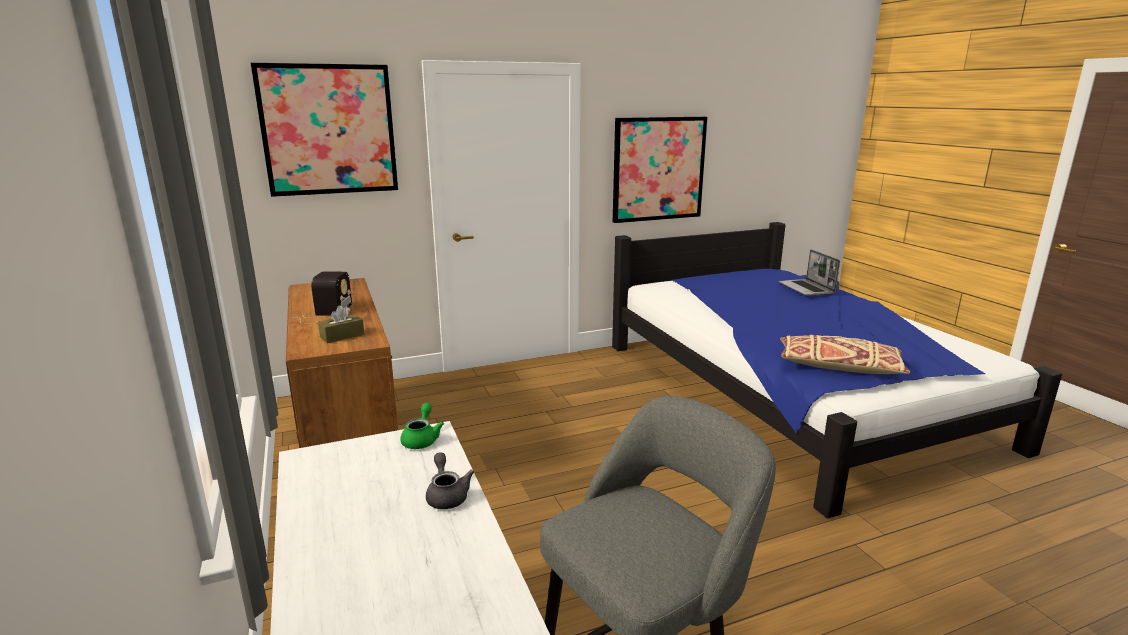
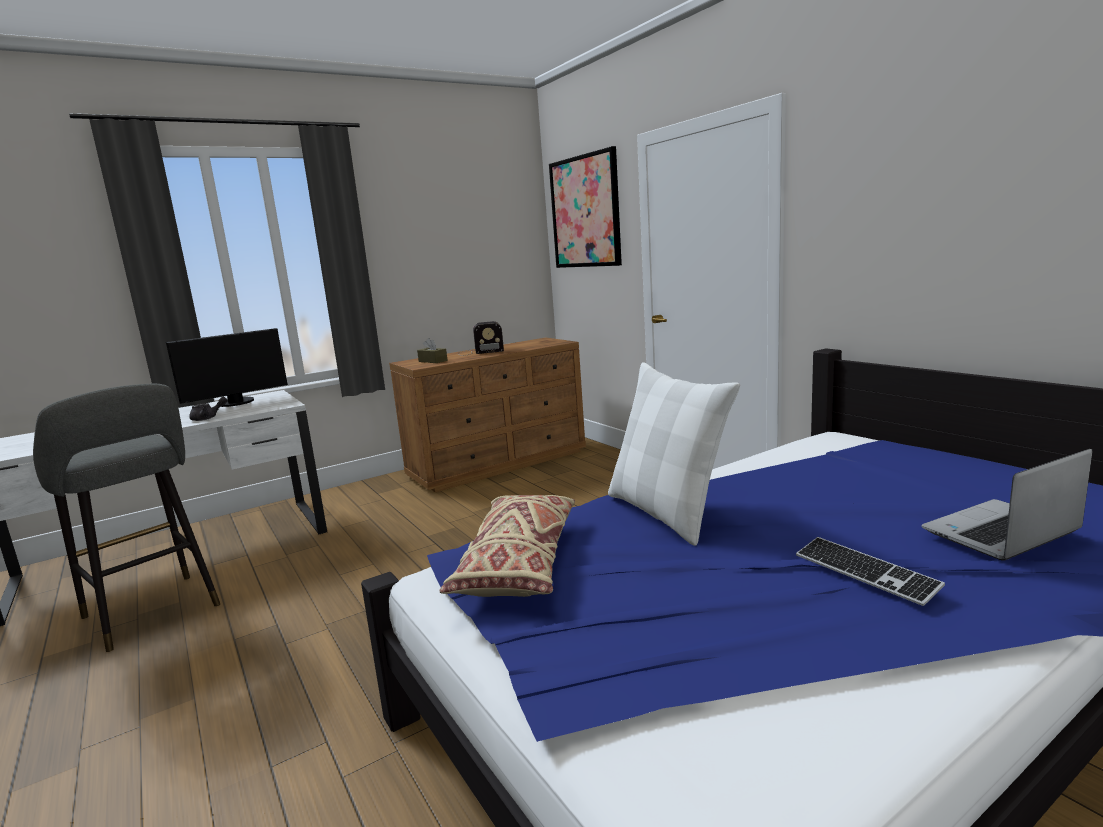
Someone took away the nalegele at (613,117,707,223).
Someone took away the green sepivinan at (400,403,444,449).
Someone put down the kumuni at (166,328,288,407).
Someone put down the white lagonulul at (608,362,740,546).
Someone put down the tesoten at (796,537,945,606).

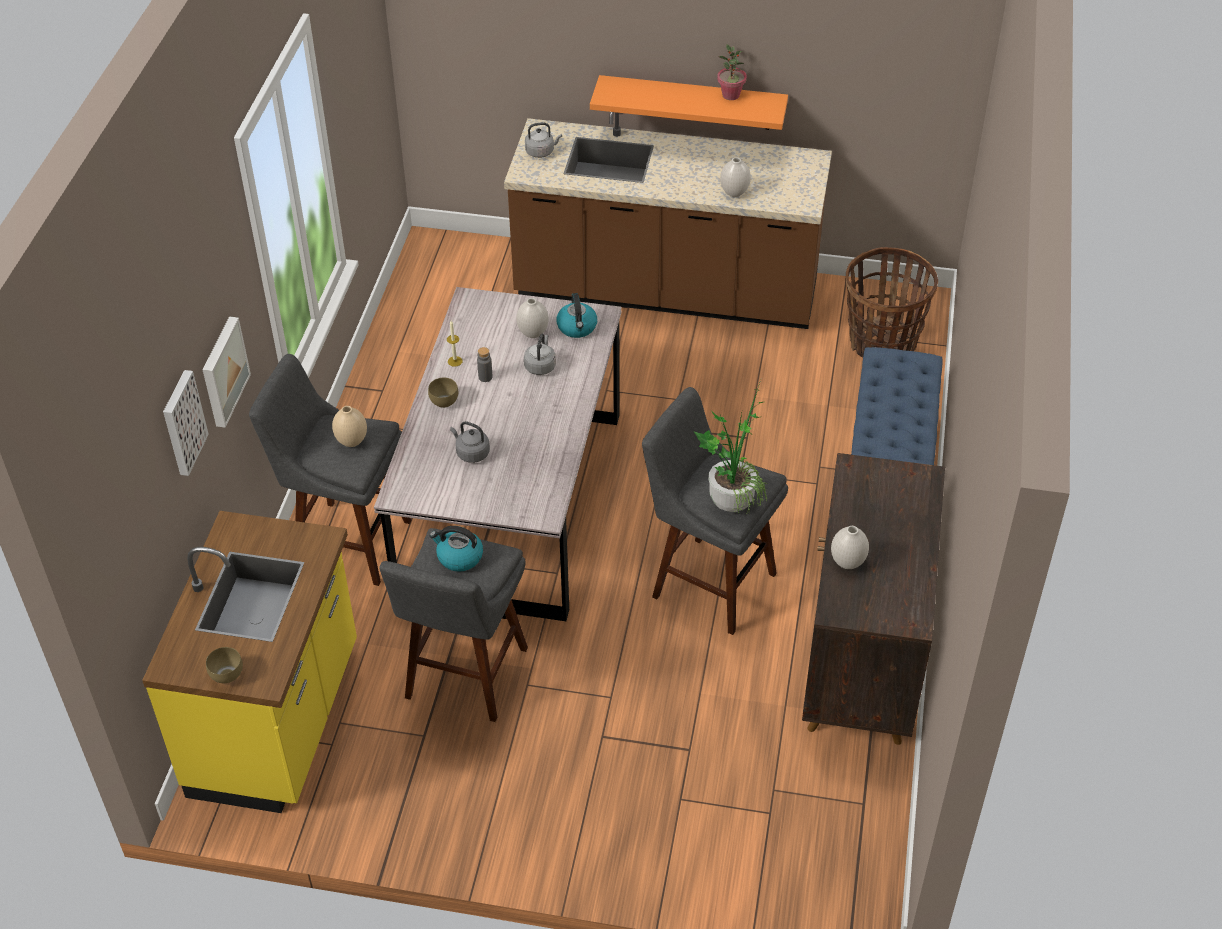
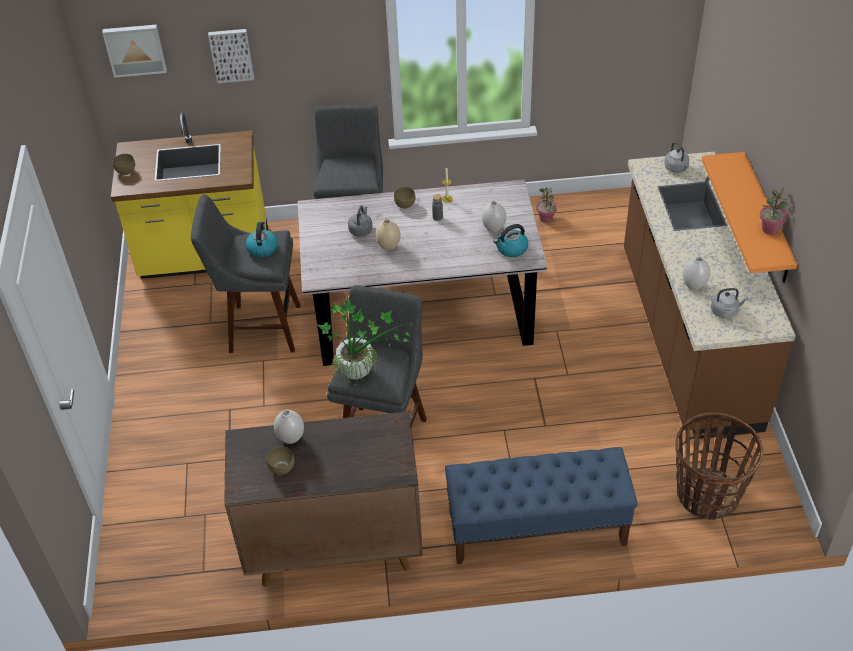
Someone carried the nalegele from (203,316,251,428) to (102,24,167,78).
Someone carried the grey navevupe from (524,334,556,375) to (711,288,748,318).
Someone carried the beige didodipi from (332,406,367,447) to (376,219,401,250).
Someone put down the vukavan at (536,187,557,223).
Someone put down the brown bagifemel at (267,446,294,475).

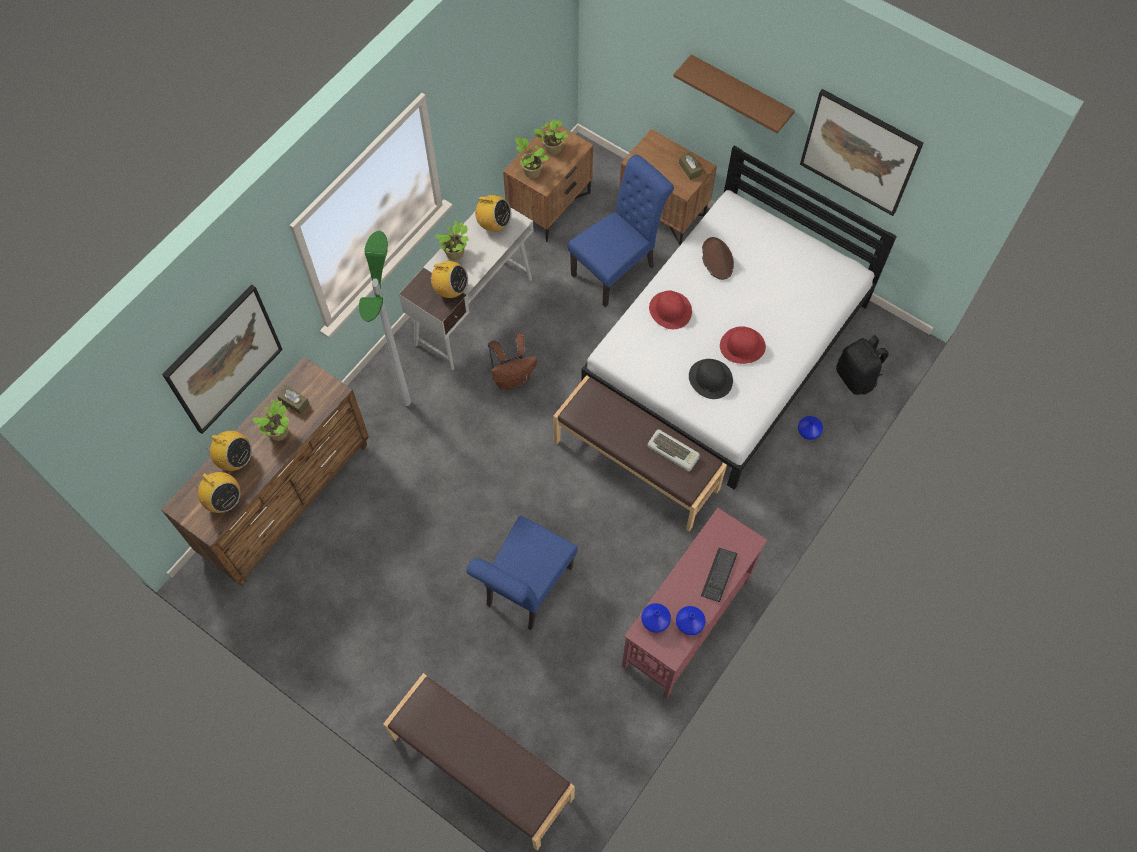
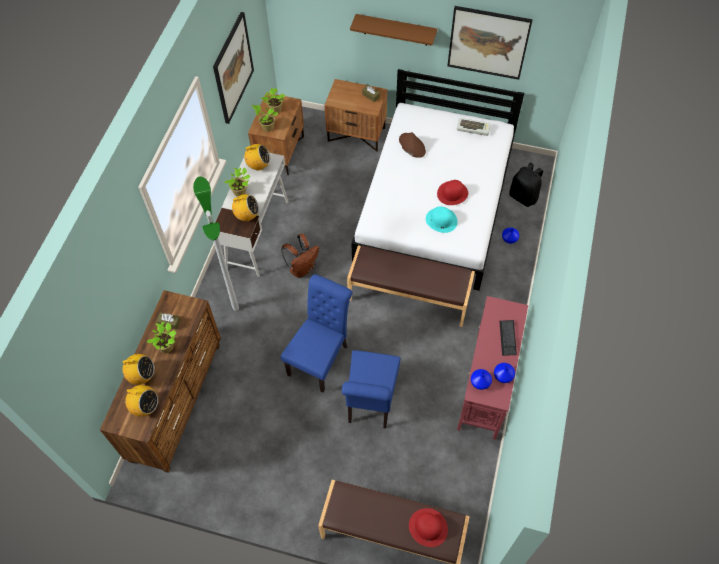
Someone carried the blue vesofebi from (567,154,674,307) to (281,274,352,392).
Someone carried the nalegele from (162,284,283,434) to (213,12,254,124).
Someone carried the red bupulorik from (649,290,692,329) to (409,508,448,547).
Someone repainted the black bupulorik at (689,359,733,399), which became the turquoise bupulorik at (426,206,458,233).
Someone carried the tesoten from (647,429,700,471) to (457,118,491,136).

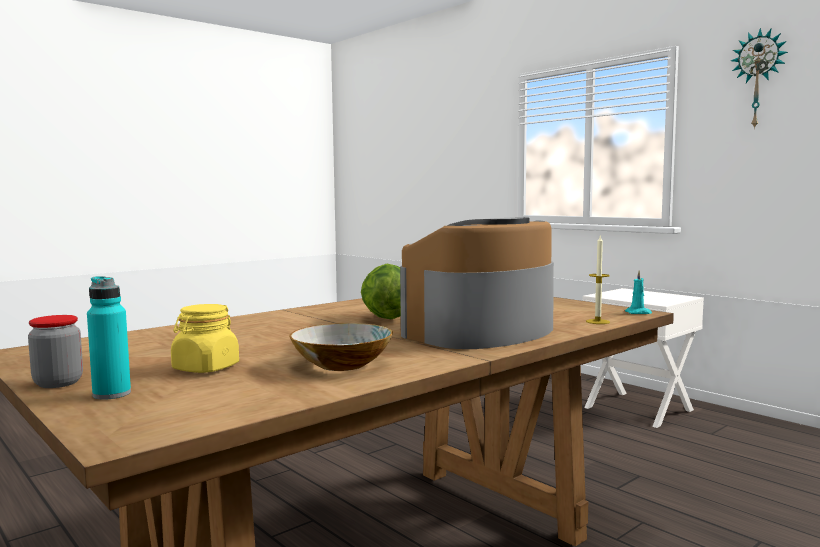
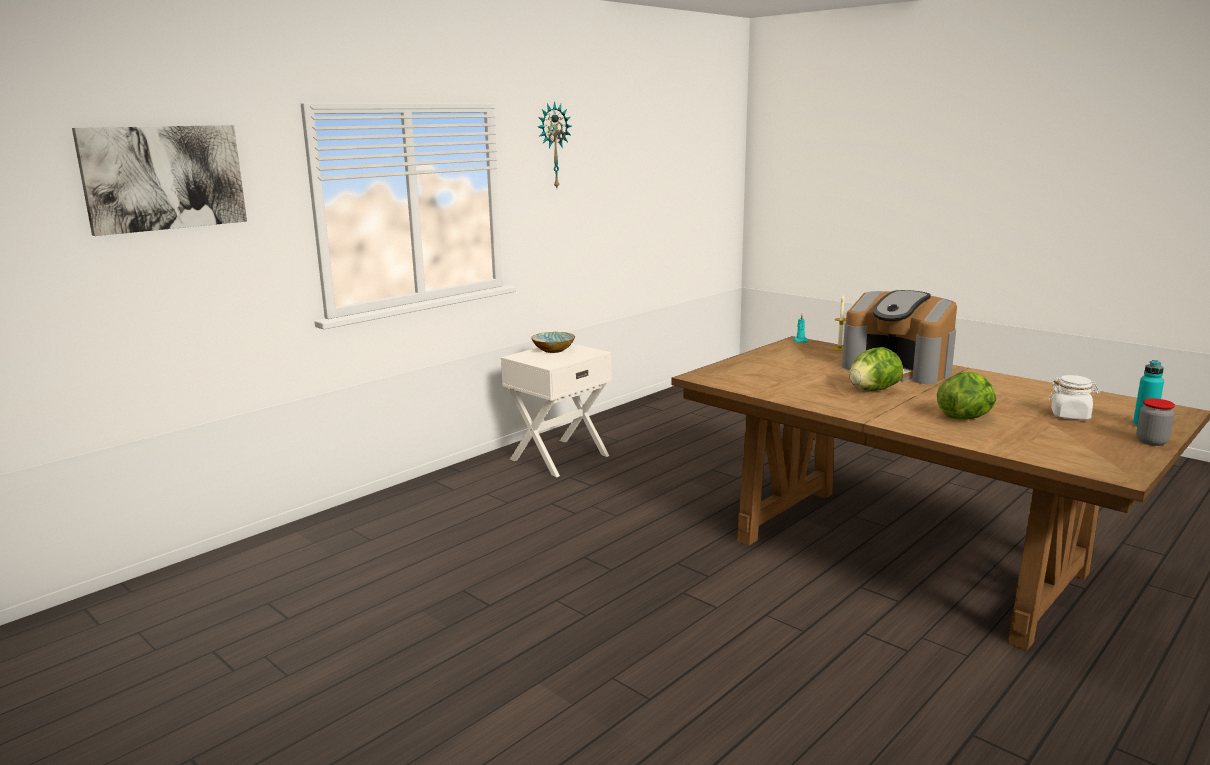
Someone repainted the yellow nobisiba at (171,304,239,373), which became the white nobisiba at (1049,375,1100,420).
Someone carried the bagifemel from (289,323,393,371) to (531,332,575,353).
Someone put up the nalegele at (72,125,247,236).
Someone put down the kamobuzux at (937,372,996,420).

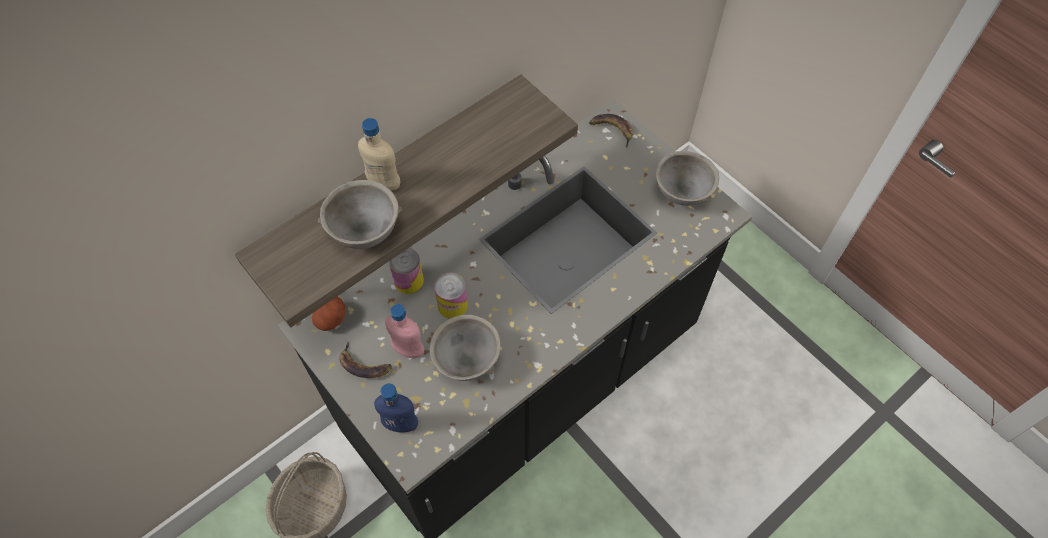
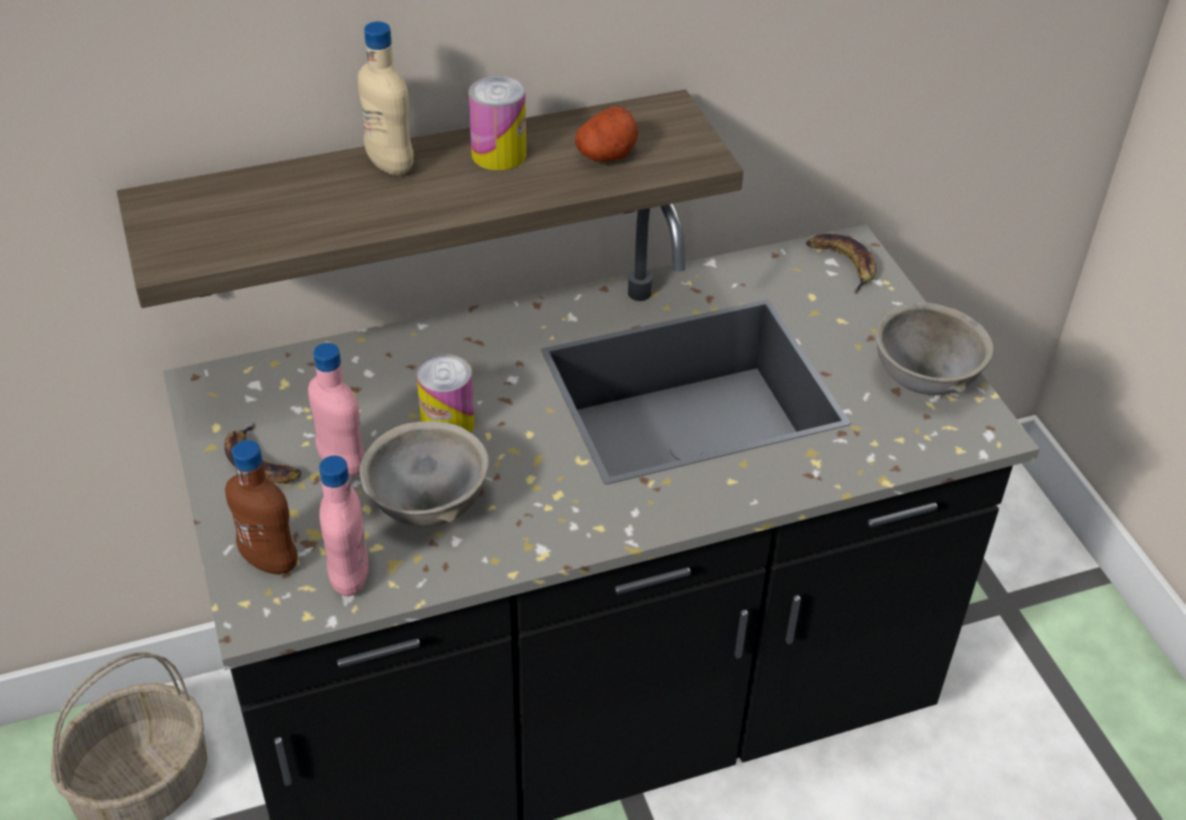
Someone took away the grey bagifemel at (318,180,402,249).
Someone carried the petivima from (389,248,424,294) to (469,76,526,170).
Someone carried the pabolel from (312,297,346,331) to (575,106,639,162).
Someone repainted the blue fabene at (374,383,418,433), which became the brown fabene at (225,440,298,575).
Someone put down the pink fabene at (319,456,368,596).

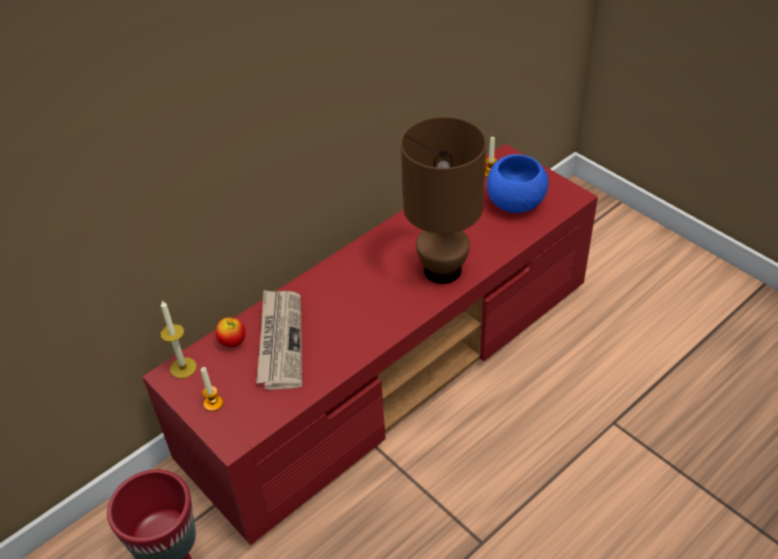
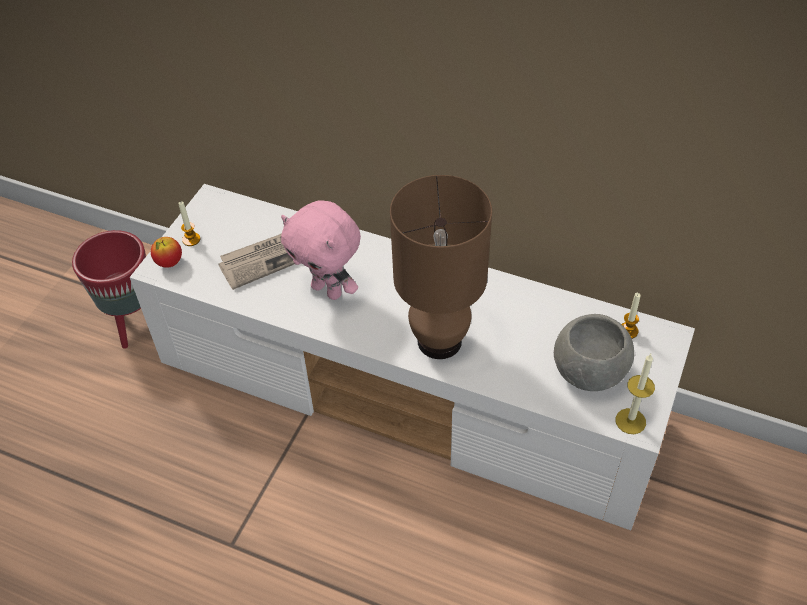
Someone repainted the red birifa at (142,144,598,545), which became the white birifa at (130,184,695,530).
Someone repainted the blue bagifemel at (487,154,548,213), which became the grey bagifemel at (554,314,634,391).
Someone carried the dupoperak from (160,301,197,378) to (615,354,655,434).
Someone carried the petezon from (215,318,246,347) to (151,237,182,268).
Someone put down the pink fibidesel at (281,200,361,300).

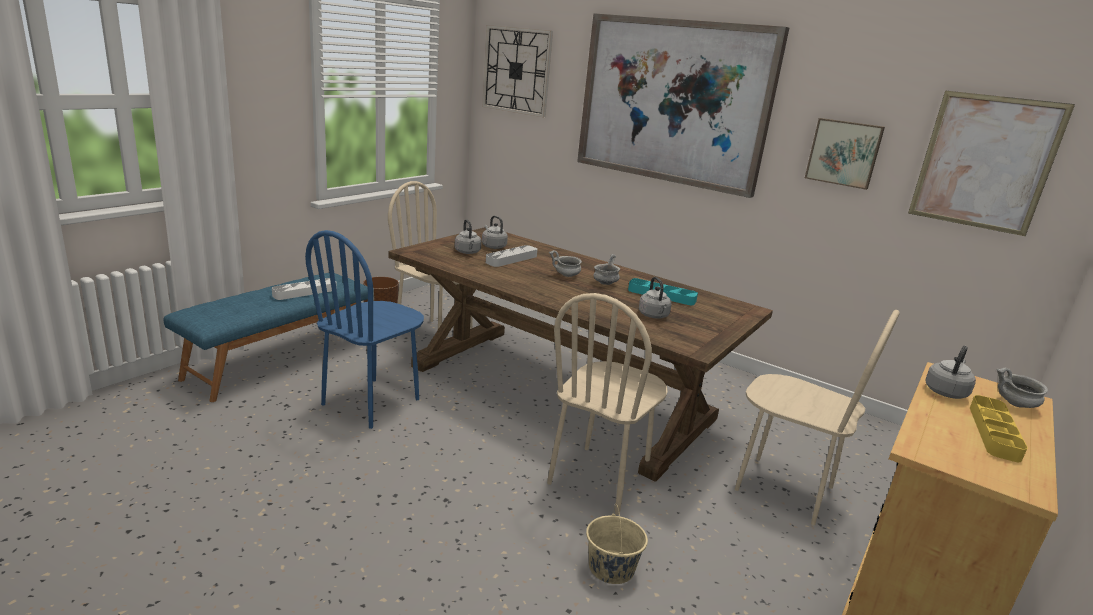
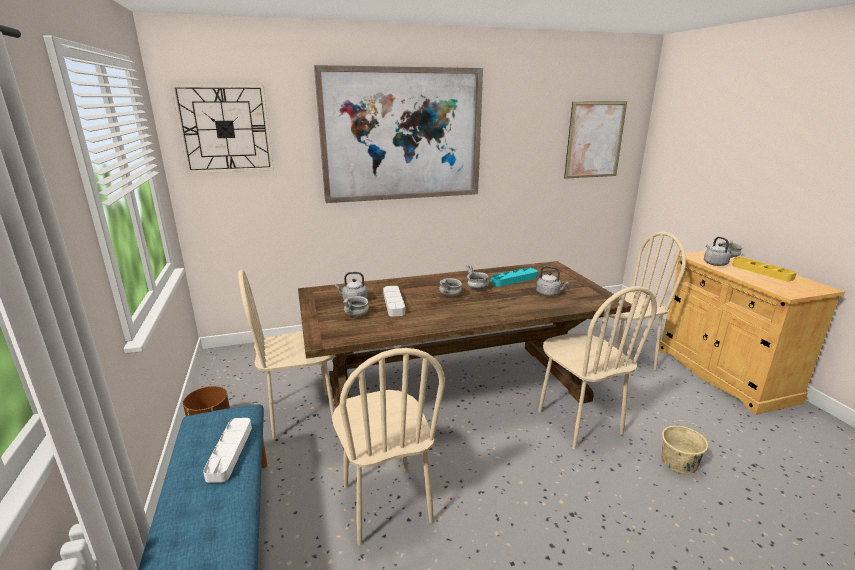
Someone took away the nalegele at (805,118,885,190).
Someone swapped the grey navevupe at (455,219,481,254) for the grey bagifemel at (343,296,369,317).
Someone repainted the blue vesofebi at (305,230,424,429), which became the beige vesofebi at (332,348,445,546).

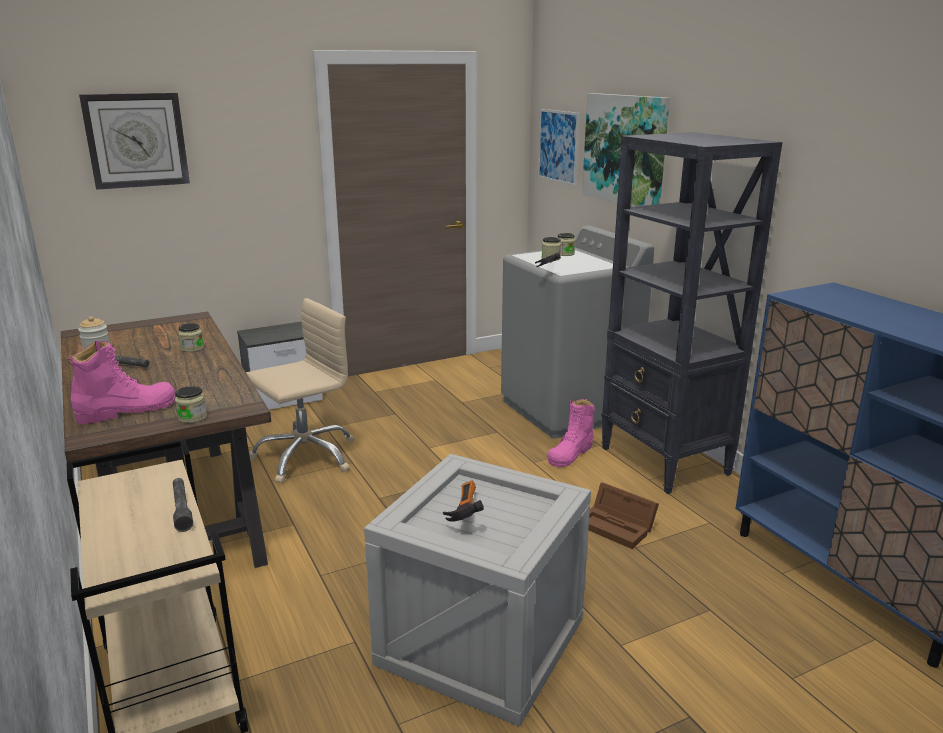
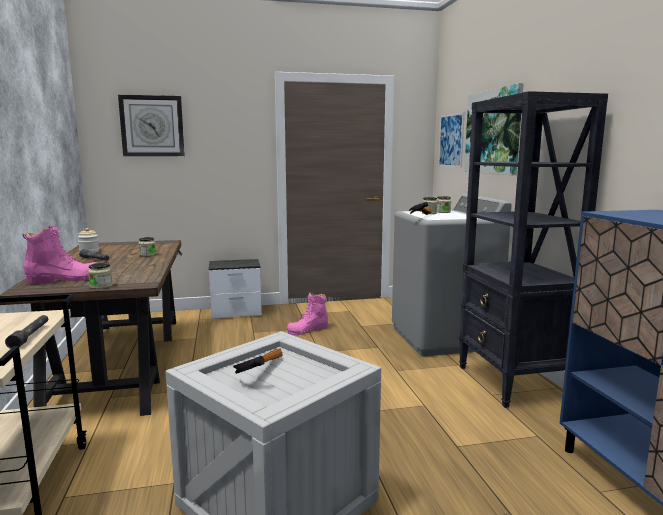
Someone took away the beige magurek at (246,298,354,484).
Someone carried the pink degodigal from (547,399,595,467) to (287,292,328,335).
Someone took away the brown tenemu at (588,483,659,549).

